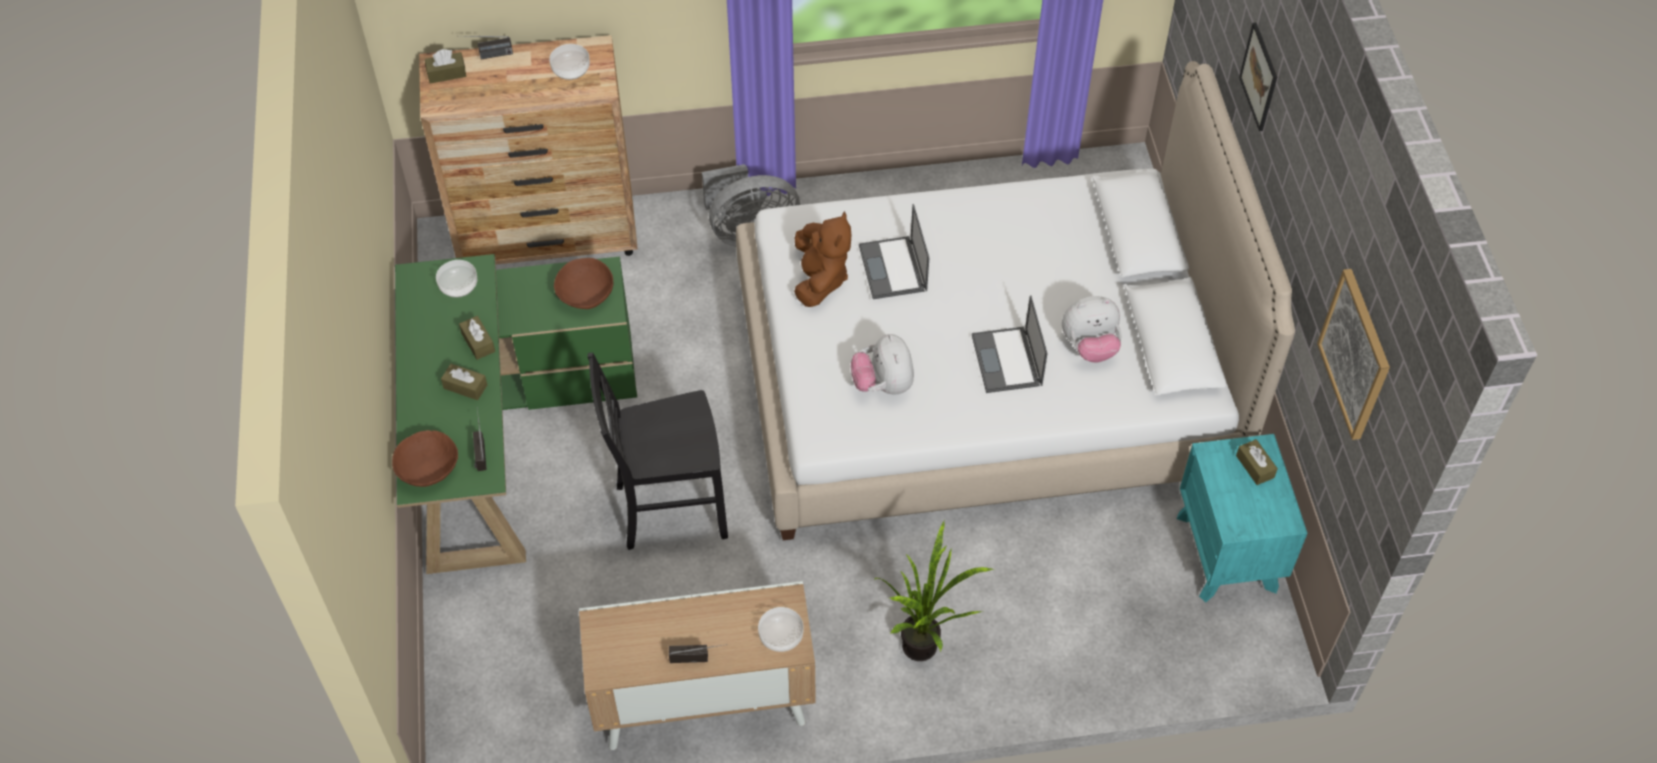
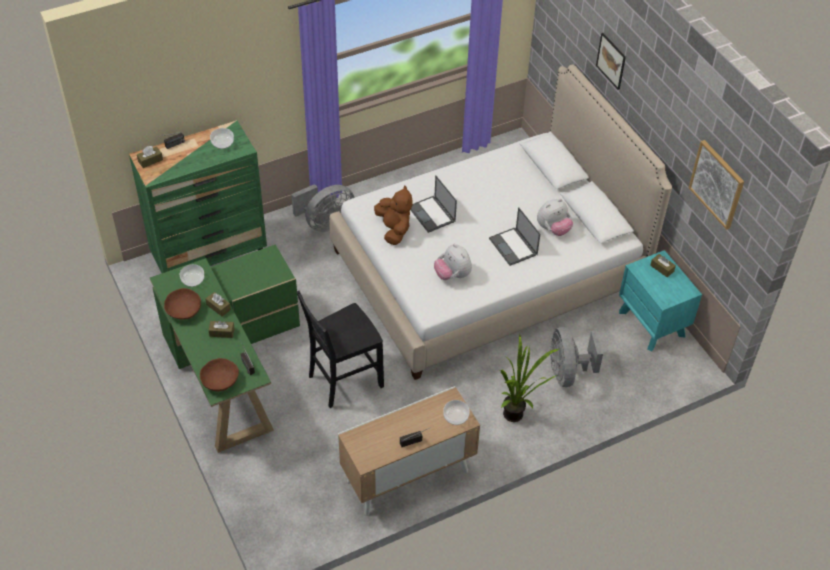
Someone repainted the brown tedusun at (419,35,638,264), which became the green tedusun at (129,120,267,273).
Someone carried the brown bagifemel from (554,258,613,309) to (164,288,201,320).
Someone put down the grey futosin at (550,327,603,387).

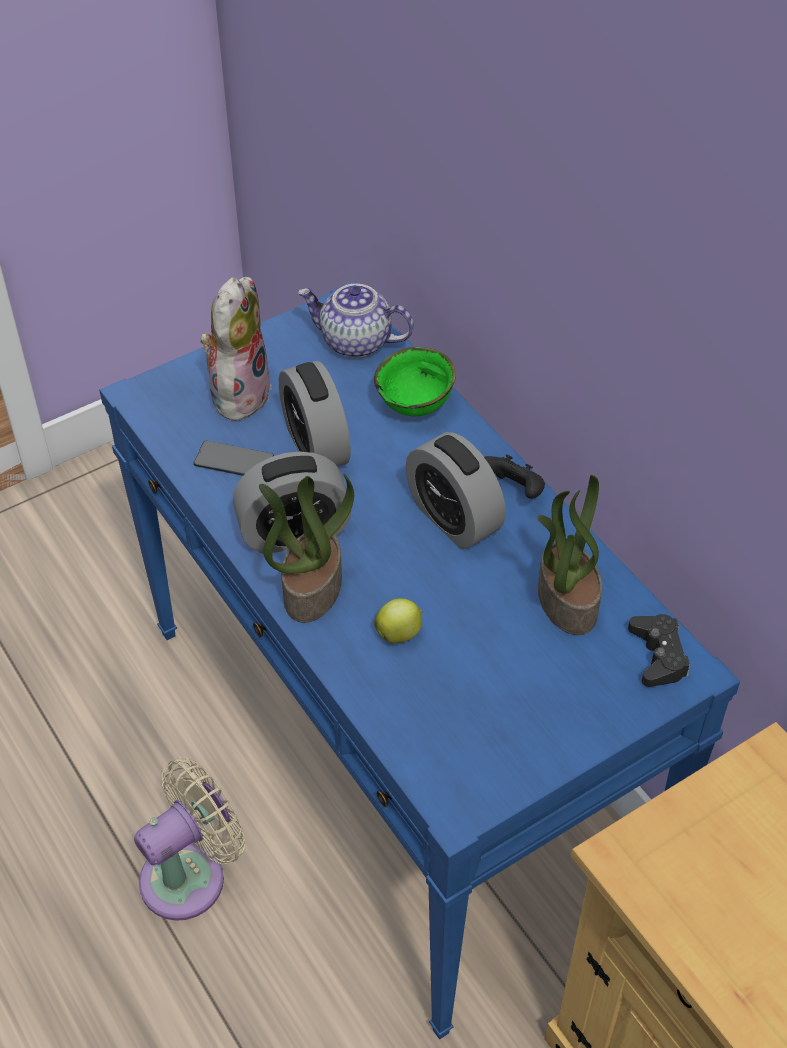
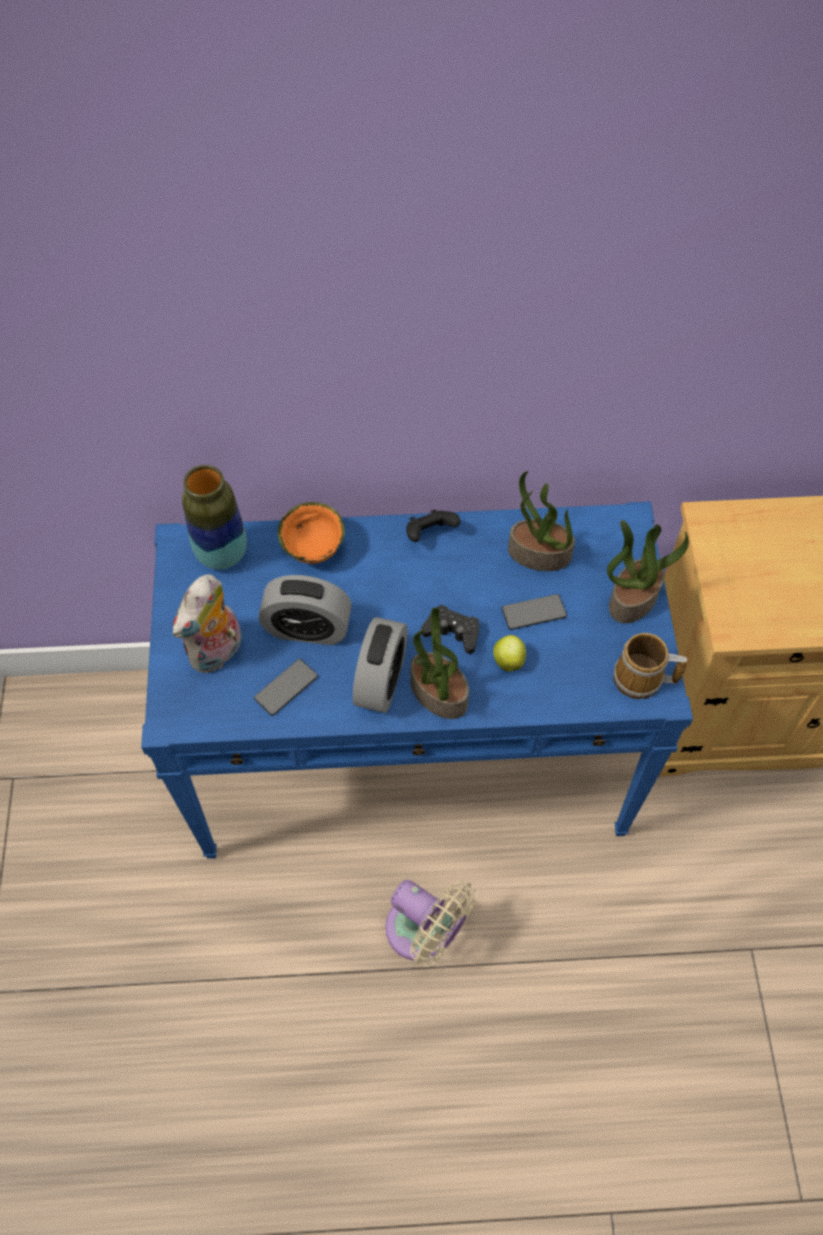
Someone rotated the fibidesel at (200,277,272,421) by 105 degrees counterclockwise.
Someone swapped the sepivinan at (298,284,414,358) for the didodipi at (182,465,247,570).
Someone repainted the green bagifemel at (374,347,456,416), which became the orange bagifemel at (278,502,345,564).
Someone took away the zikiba at (406,432,506,549).
Someone carried the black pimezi from (628,614,690,687) to (421,605,479,654).
Someone rotated the beige futosin at (134,758,245,921) by 135 degrees clockwise.
Someone put down the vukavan at (607,520,689,623).
Someone put down the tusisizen at (502,594,567,630).
Someone put down the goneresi at (613,633,687,699).

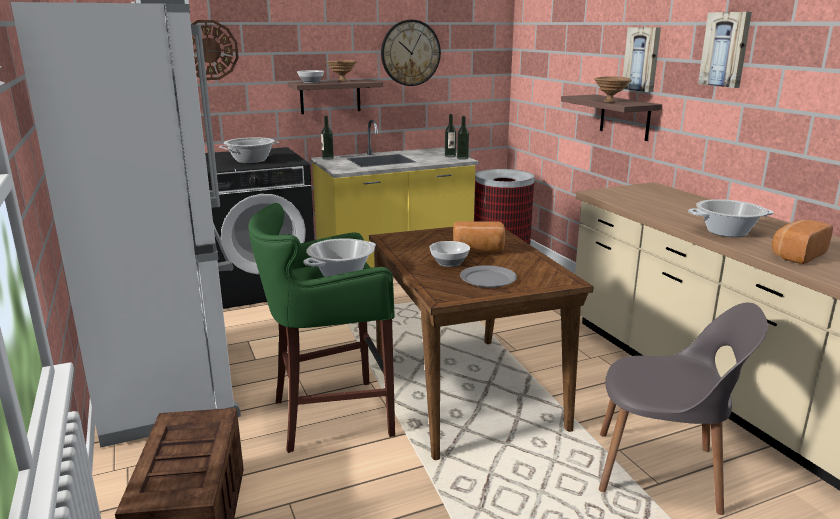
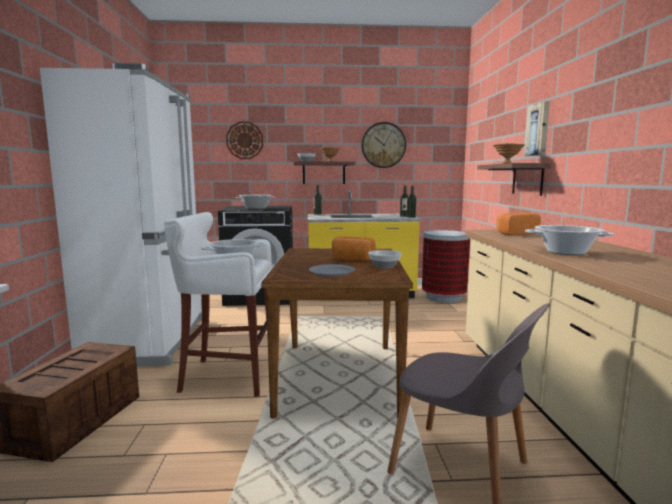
Someone took away the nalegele at (698,12,752,88).
Someone repainted the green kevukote at (248,203,395,453), which became the white kevukote at (164,212,272,396).
Someone carried the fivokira from (772,220,833,264) to (497,213,541,235).
Someone carried the bagifemel from (429,241,470,267) to (368,250,402,269).

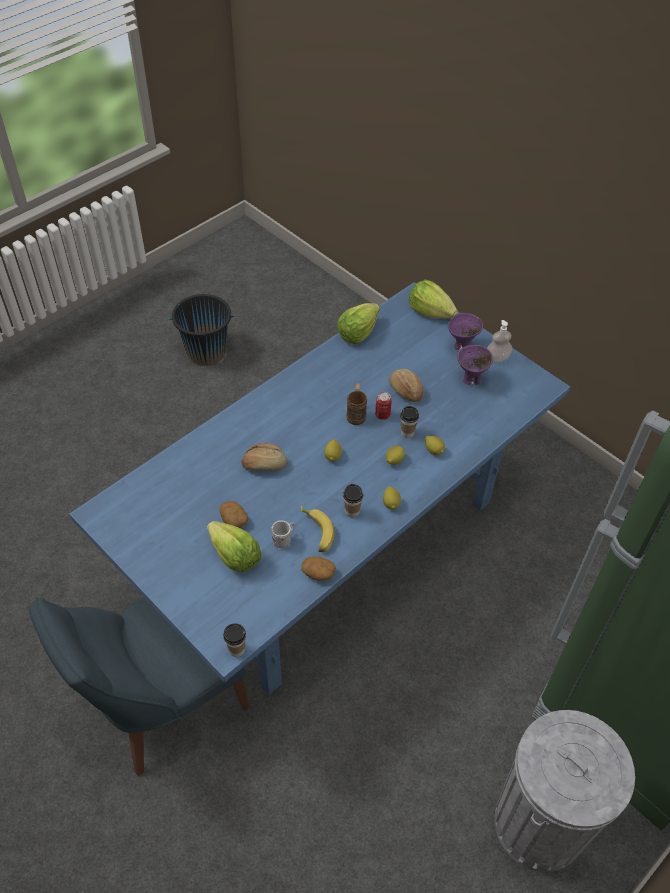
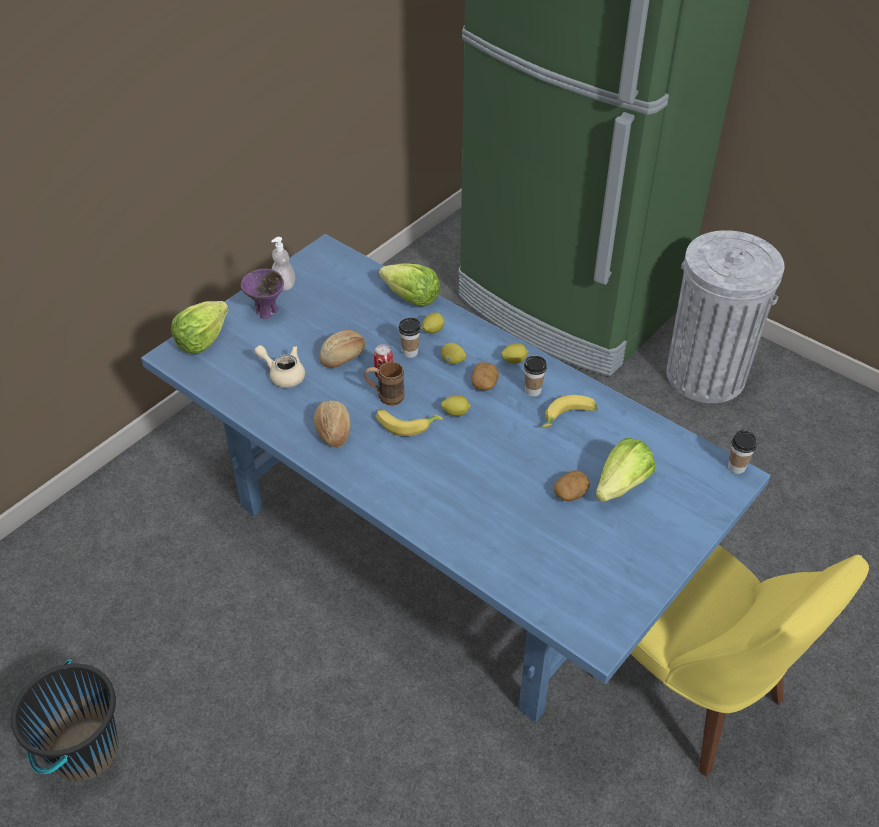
Someone carried the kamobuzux from (337,303,380,345) to (379,264,440,306).
Someone took away the purple bagifemel at (458,345,493,385).
Someone carried the fivokira from (241,443,287,471) to (314,400,351,448).
Someone took away the white goneresi at (271,520,295,548).
Someone carried the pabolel from (301,557,336,581) to (471,362,499,390).
Someone repainted the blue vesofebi at (29,598,250,776), which became the yellow vesofebi at (587,545,869,776).
Someone put down the beige sepivinan at (254,345,305,388).
Someone put down the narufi at (376,409,443,436).

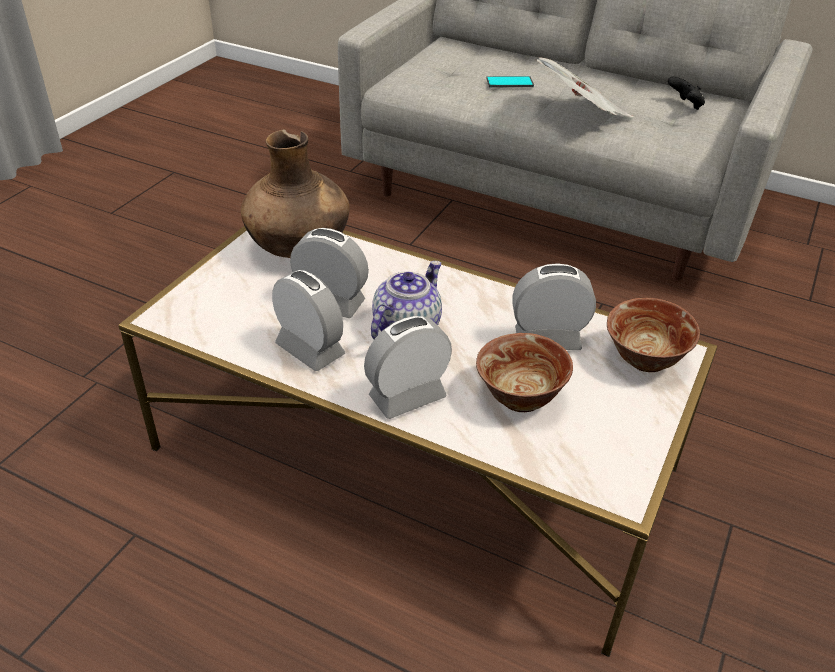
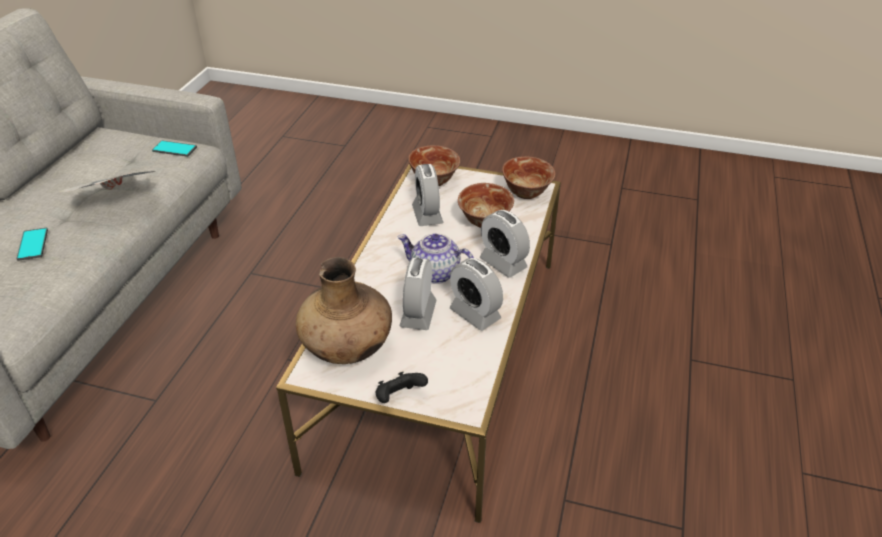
Someone carried the black pimezi from (668,76,705,110) to (375,372,428,403).
Someone rotated the zikiba at (272,270,345,371) by 75 degrees counterclockwise.
Someone put down the tusisizen at (152,141,197,157).
Someone put down the bagifemel at (502,156,555,199).

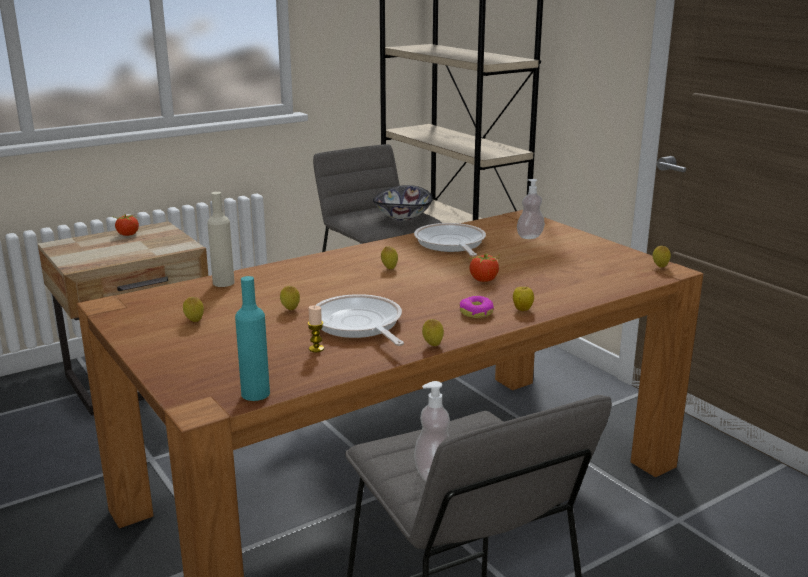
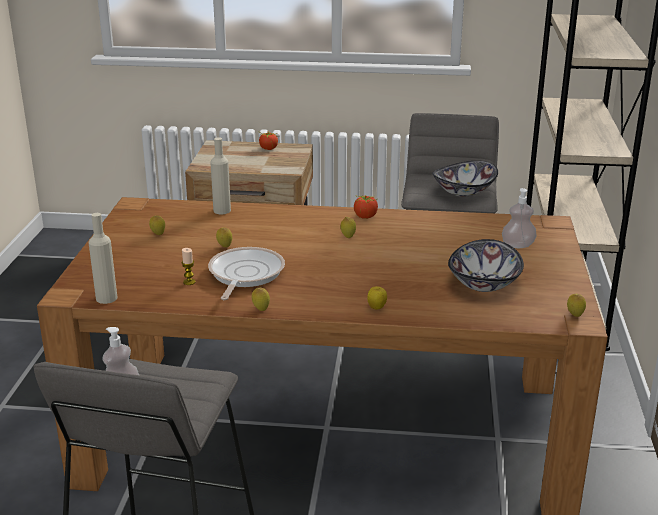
Someone took away the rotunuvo at (414,223,486,256).
Someone carried the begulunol from (470,253,499,282) to (354,195,378,219).
Someone repainted the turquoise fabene at (235,276,270,401), which became the beige fabene at (88,213,117,304).
Someone took away the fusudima at (460,296,494,318).
Someone put down the bagifemel at (448,239,524,292).

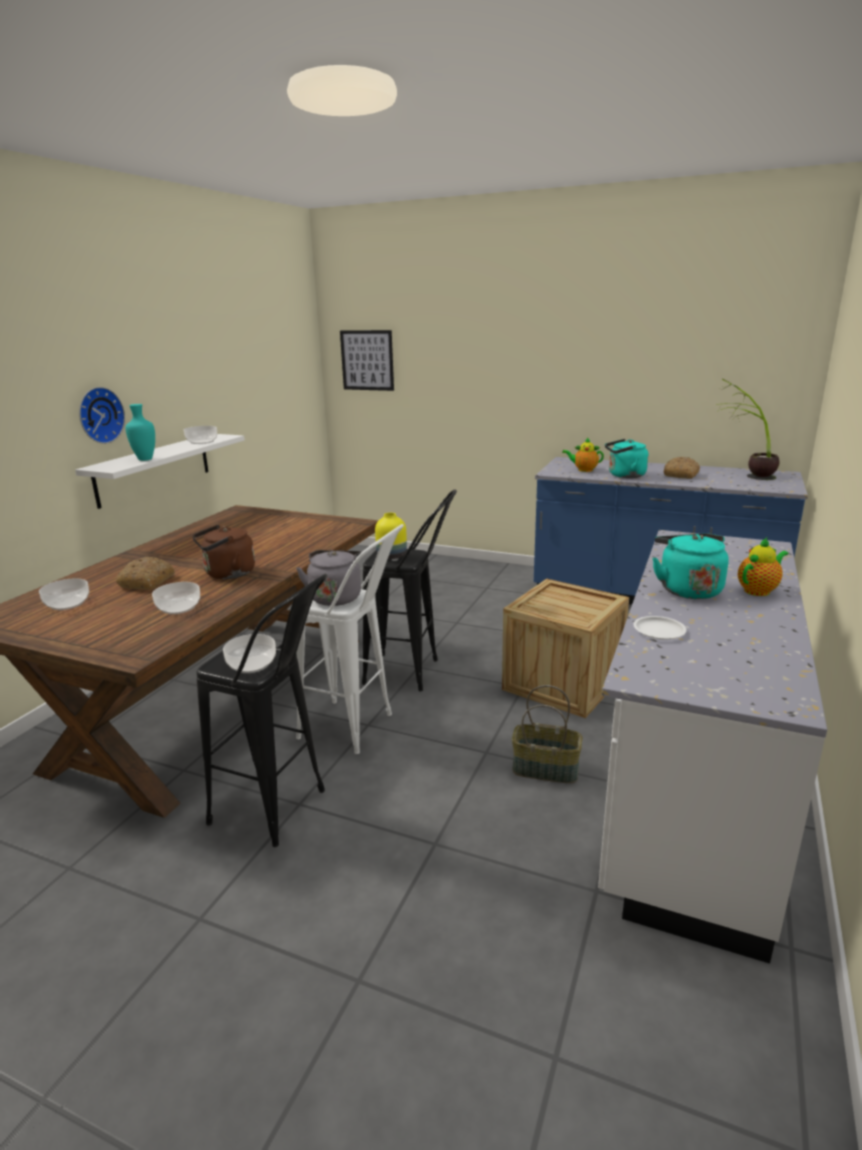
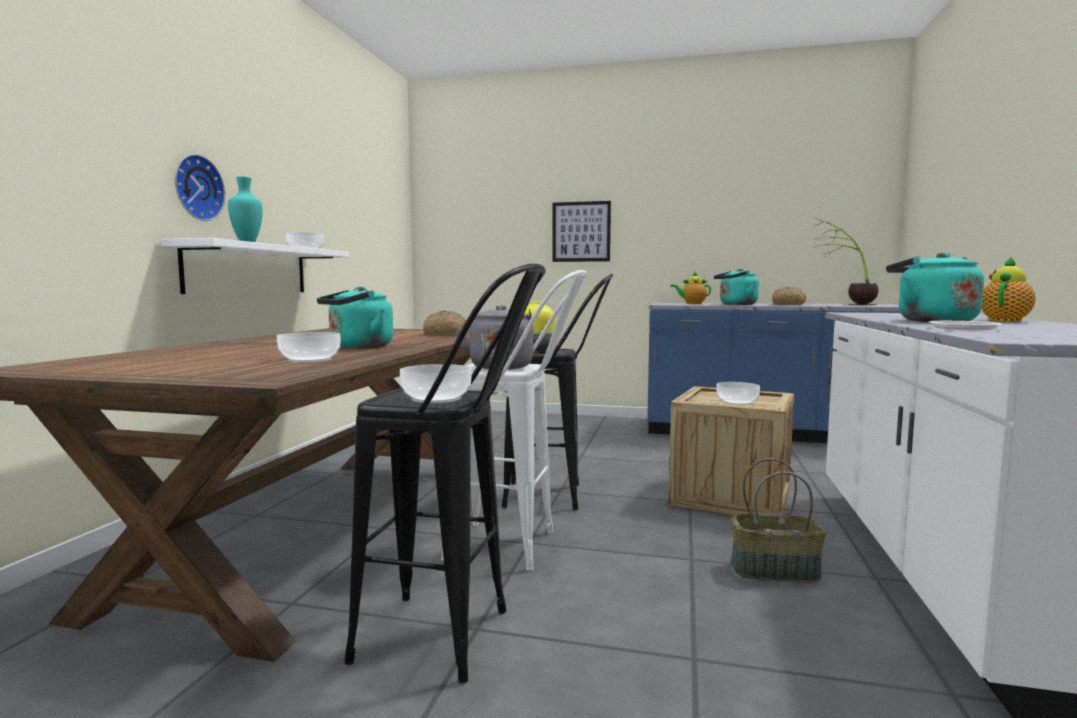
Someone carried the nalegele from (340,330,394,391) to (552,201,611,262).
Someone repainted the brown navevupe at (192,525,255,579), which became the turquoise navevupe at (317,286,393,349).
Someone carried the fivokira from (116,557,175,590) to (423,311,466,335).
Someone carried the bagifemel from (39,578,89,610) to (716,382,760,405).

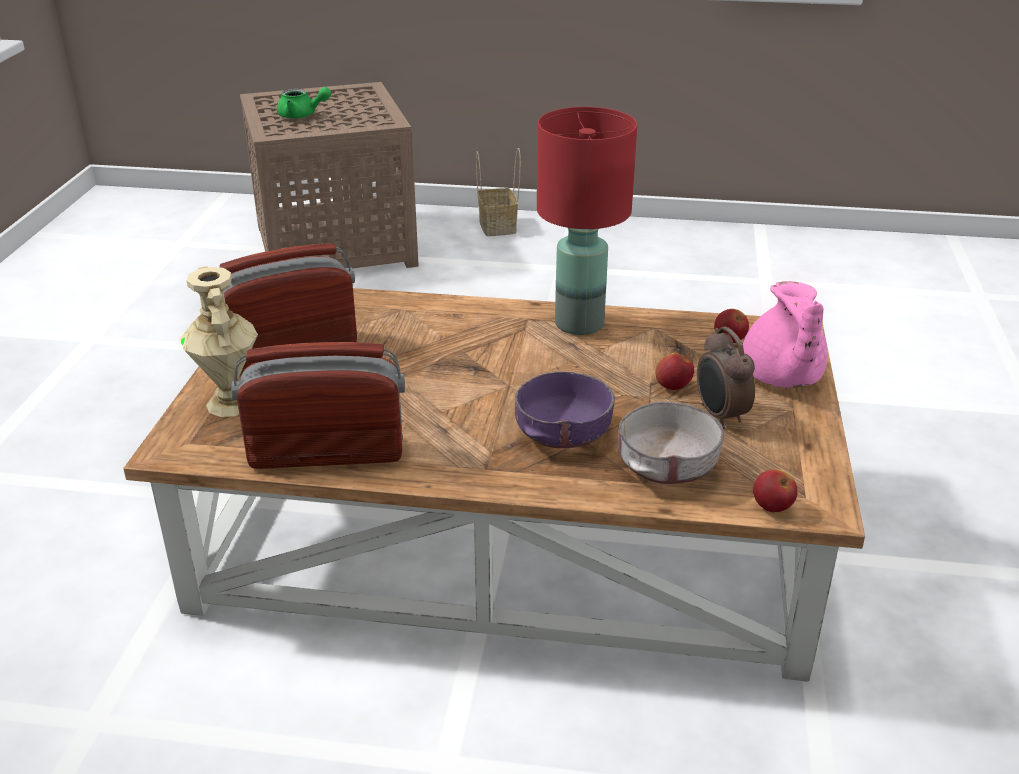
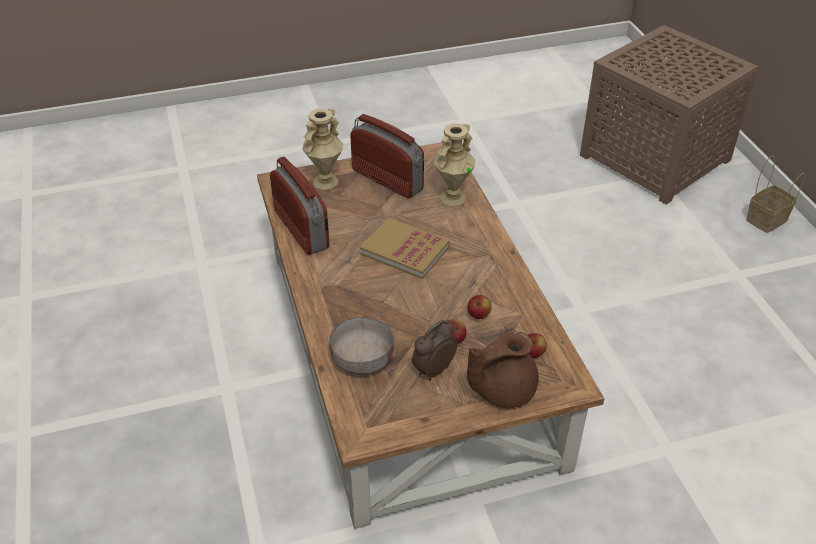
Someone took away the green sepivinan at (277,87,331,118).
Someone took away the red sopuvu at (537,107,637,335).
Someone repainted the pink sepivinan at (743,281,828,388), which became the brown sepivinan at (467,330,539,408).
Someone took away the purple bagifemel at (515,371,615,448).
Someone carried the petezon from (753,469,797,512) to (468,295,491,319).
Someone put down the beige didodipi at (434,123,475,206).
Someone put down the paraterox at (360,218,450,279).

